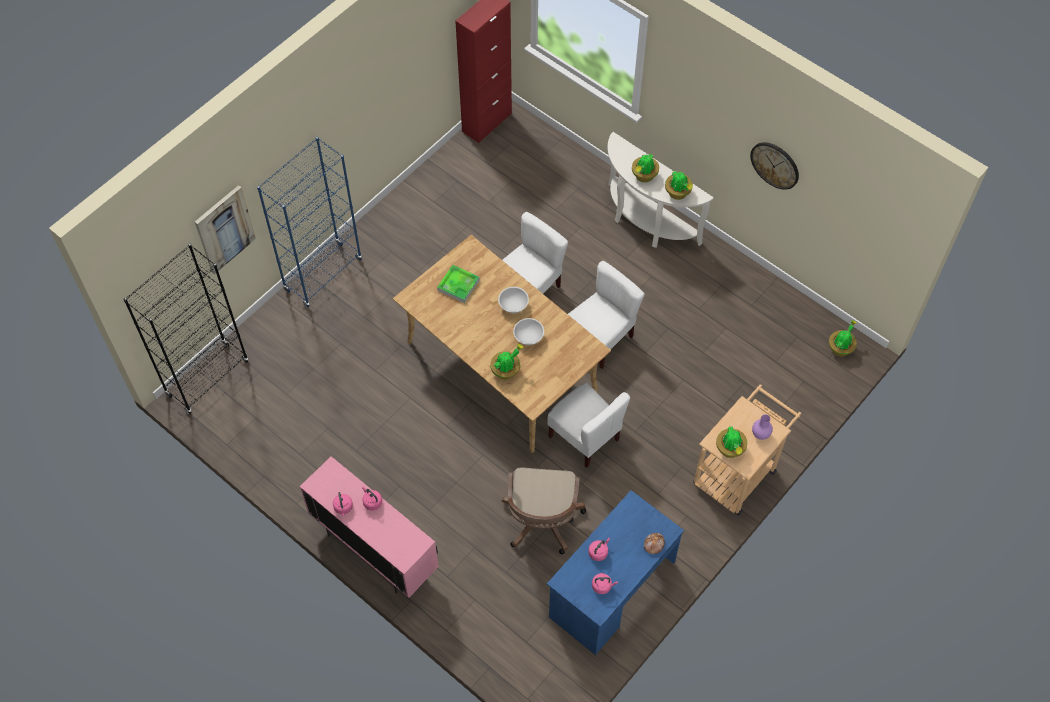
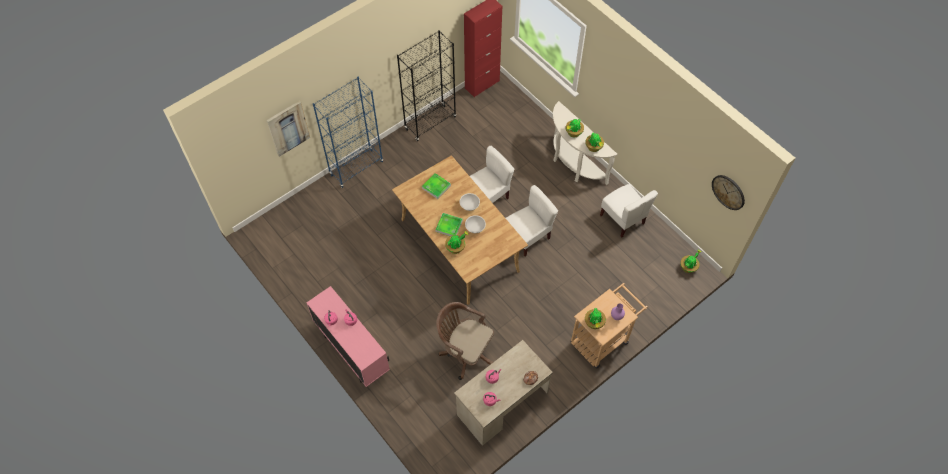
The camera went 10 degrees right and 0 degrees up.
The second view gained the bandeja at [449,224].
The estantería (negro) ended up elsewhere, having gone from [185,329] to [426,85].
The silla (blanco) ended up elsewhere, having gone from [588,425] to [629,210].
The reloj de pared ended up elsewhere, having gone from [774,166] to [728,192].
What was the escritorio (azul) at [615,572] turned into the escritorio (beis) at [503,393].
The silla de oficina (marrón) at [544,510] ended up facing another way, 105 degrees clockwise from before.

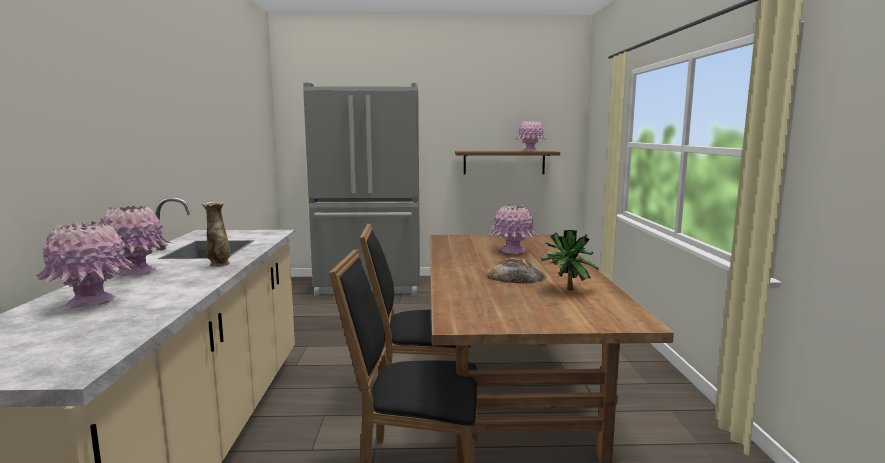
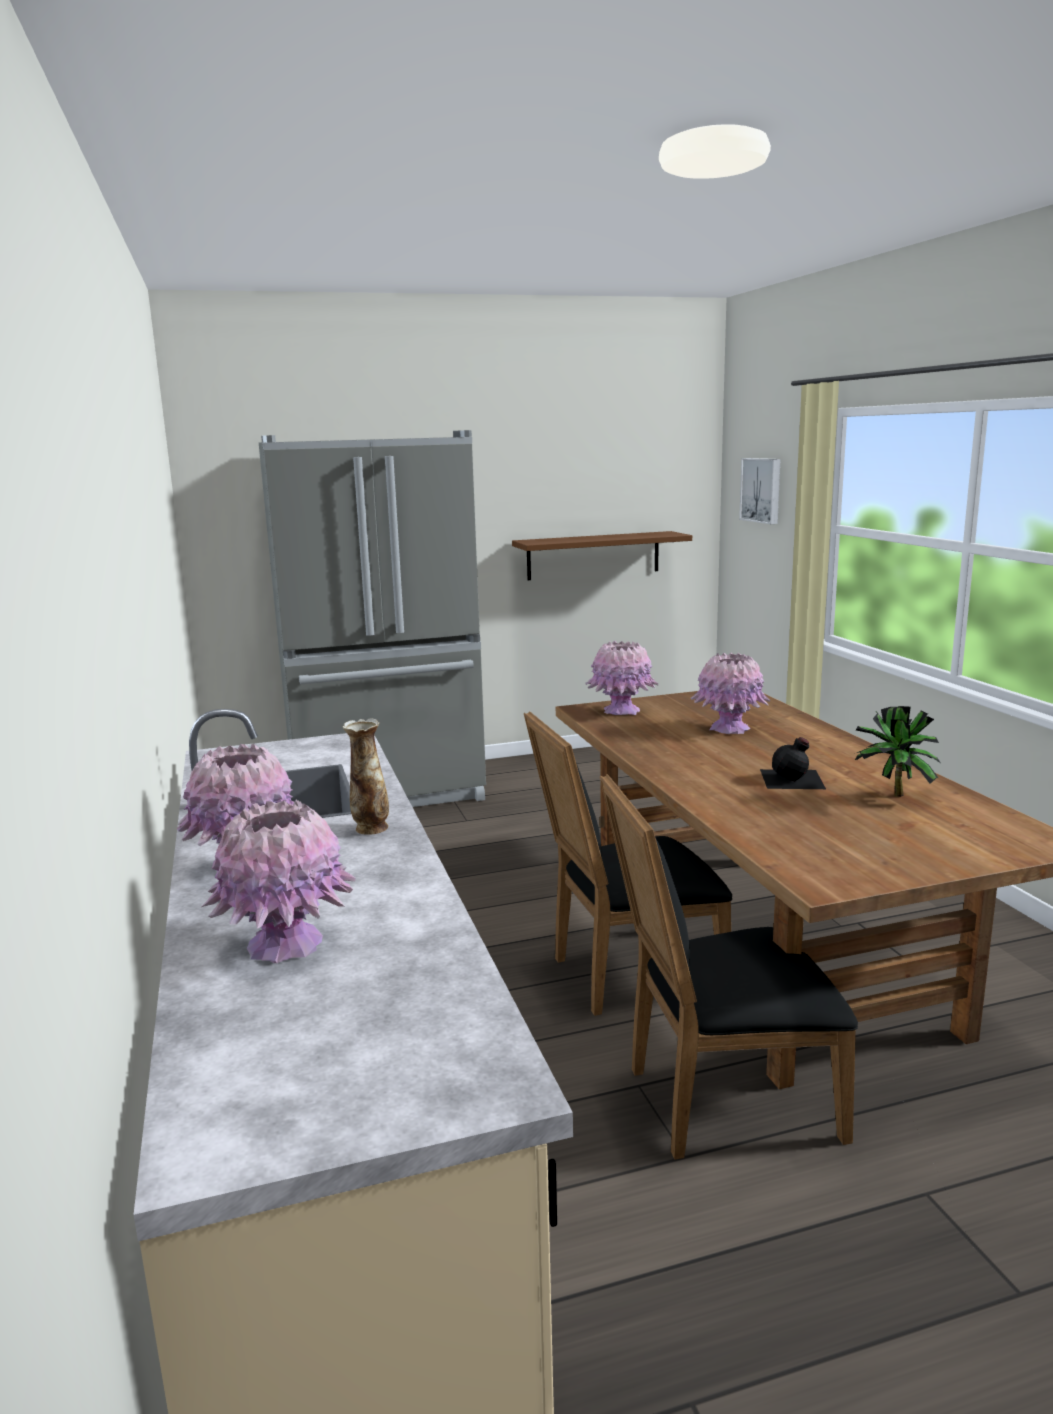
The camera went 15 degrees left and 5 degrees up.
The second view gained the cuadro at [759,491].
The florero (rosa) ended up elsewhere, having gone from [531,136] to [621,677].
Where the pan stood at [516,270], the botella (negro) came to stand at [793,763].

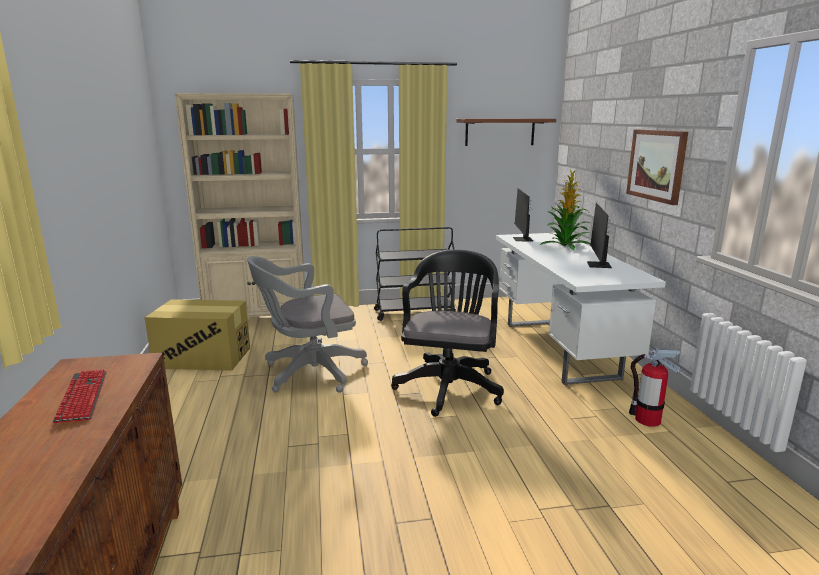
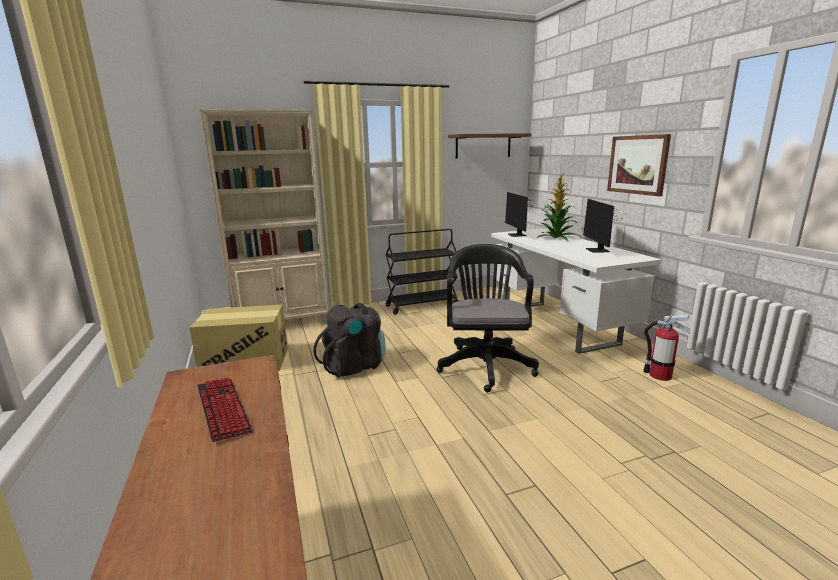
The camera went 10 degrees left and 0 degrees up.
Where the silla de oficina (gris) stood at [307,324], the mochila (negro) came to stand at [349,340].

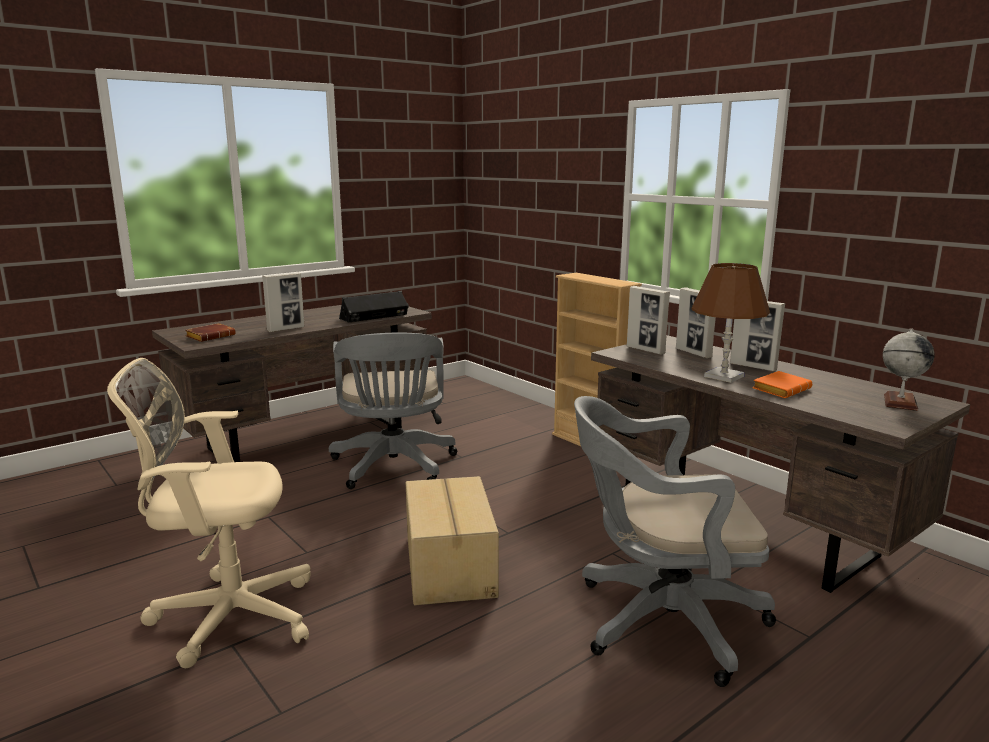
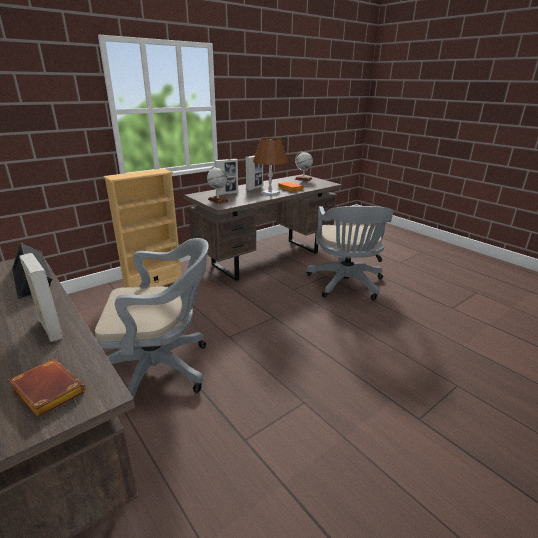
The camera went 90 degrees left and 10 degrees up.
The second view lost the silla de oficina (beis) at [208,513].
The second view lost the caja de cartón at [452,540].
Where the portarretratos stood at [648,320], the globo terráqueo came to stand at [218,185].

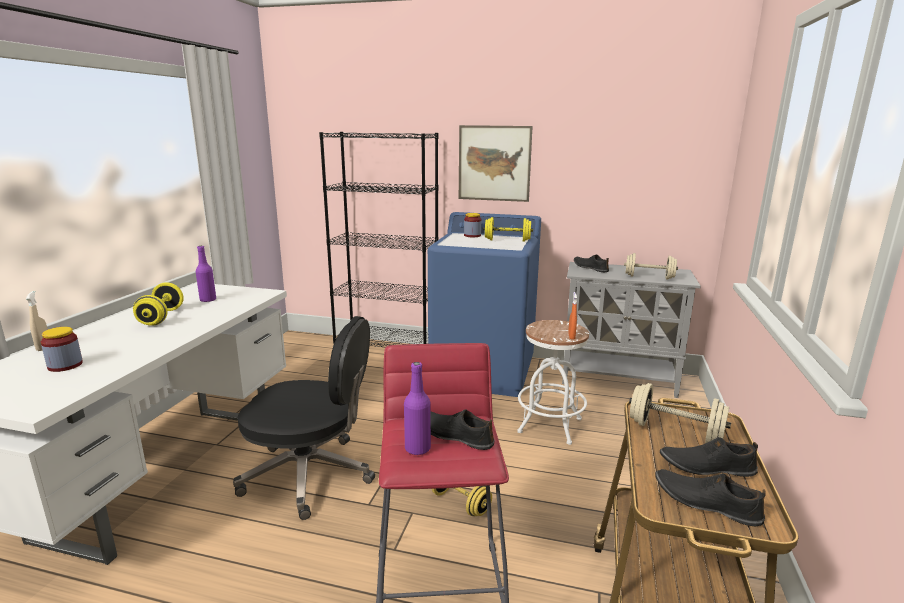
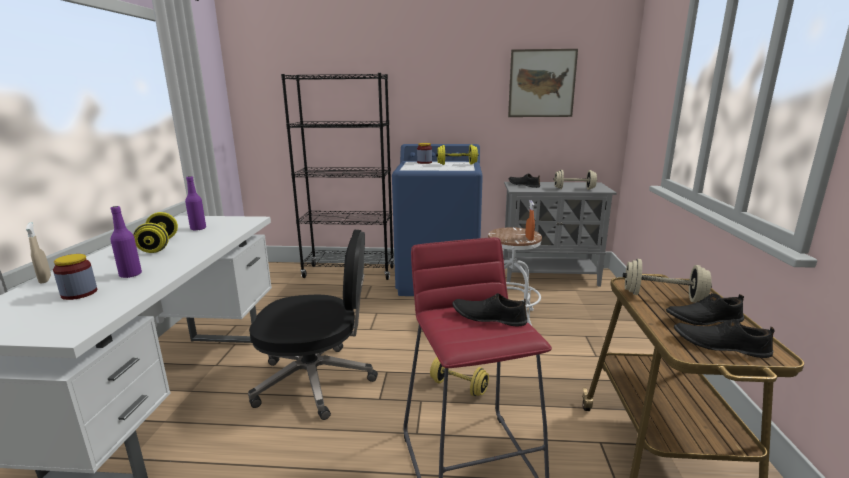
The camera went 10 degrees left and 0 degrees up.
The botella (morado) ended up elsewhere, having gone from [417,408] to [126,242].
The cuadro ended up elsewhere, having gone from [496,163] to [543,83].

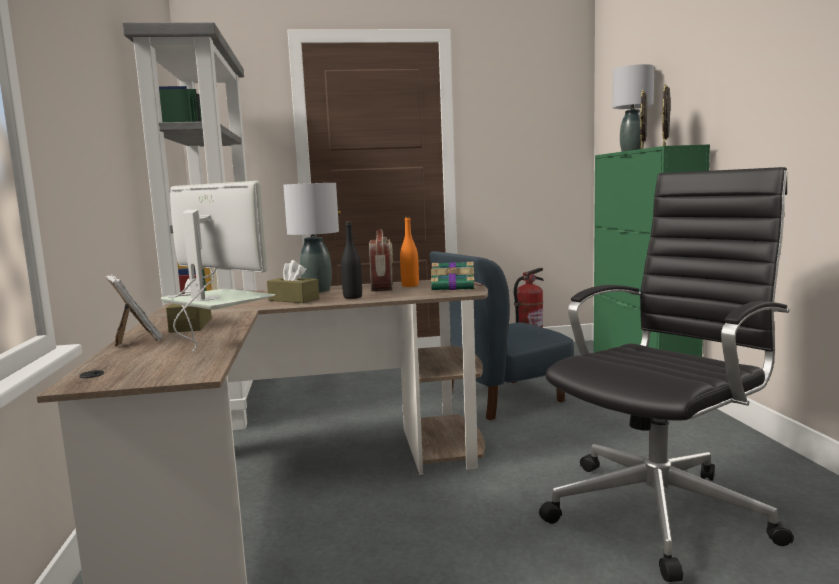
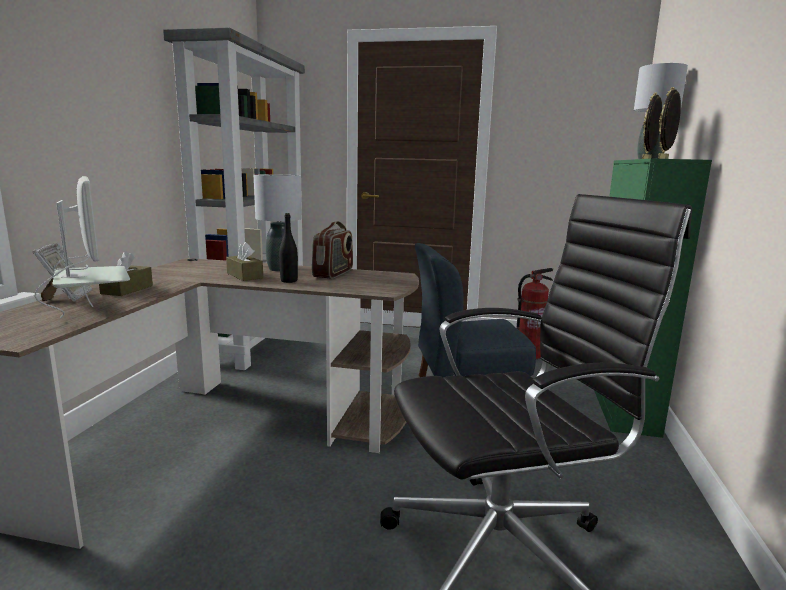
The camera went 20 degrees right and 5 degrees up.
The second view lost the botella (naranja) at [409,251].
The second view lost the libro at [456,276].

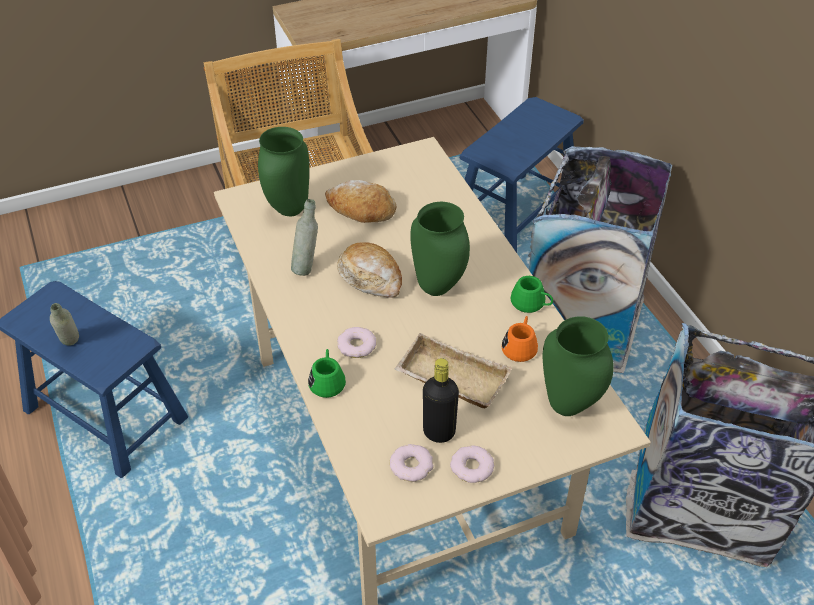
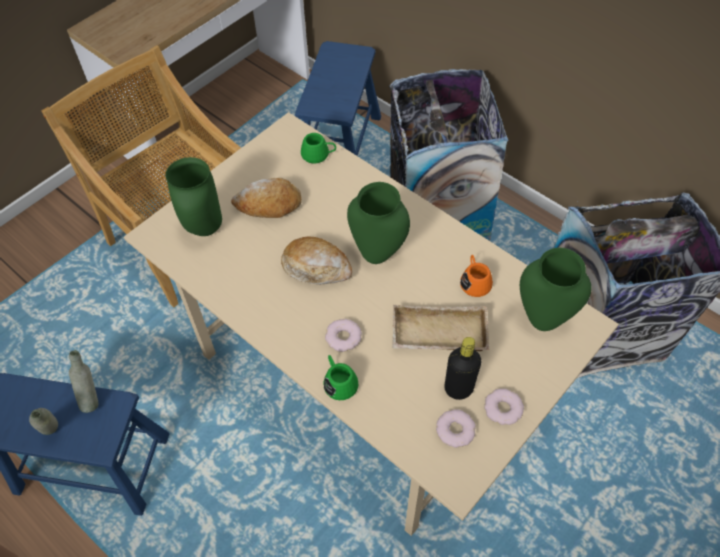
The camera went 25 degrees left and 10 degrees up.
The botella (gris) ended up elsewhere, having gone from [304,237] to [83,381].
The taza grande (verde) ended up elsewhere, having gone from [531,294] to [318,148].

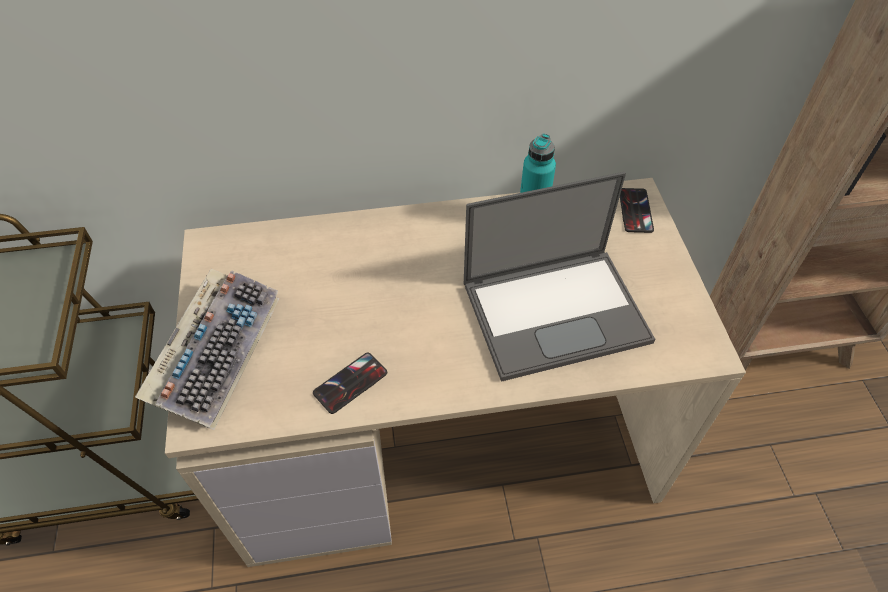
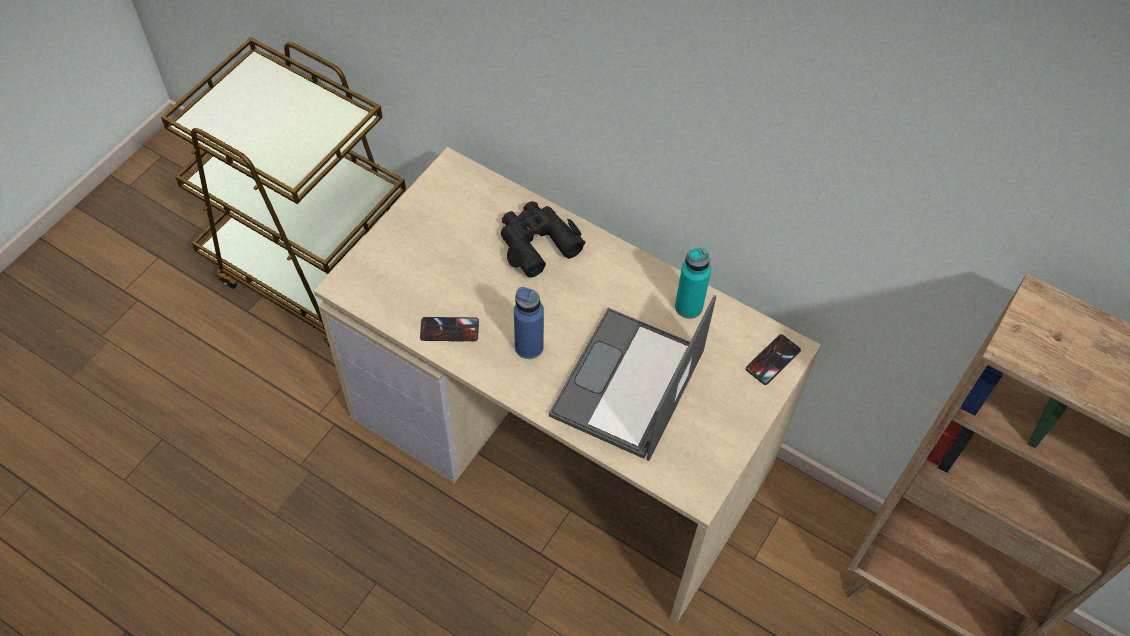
The camera went 40 degrees right and 5 degrees up.
The second view lost the teclado at [207,349].
The second view gained the prismáticos (negro) at [543,239].
The second view gained the botella (azul) at [529,323].
The portátil at [559,277] ended up facing another way, 90 degrees clockwise from before.

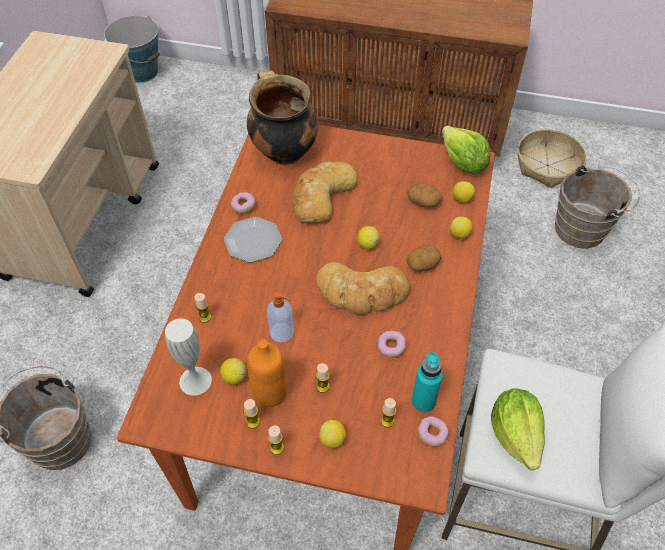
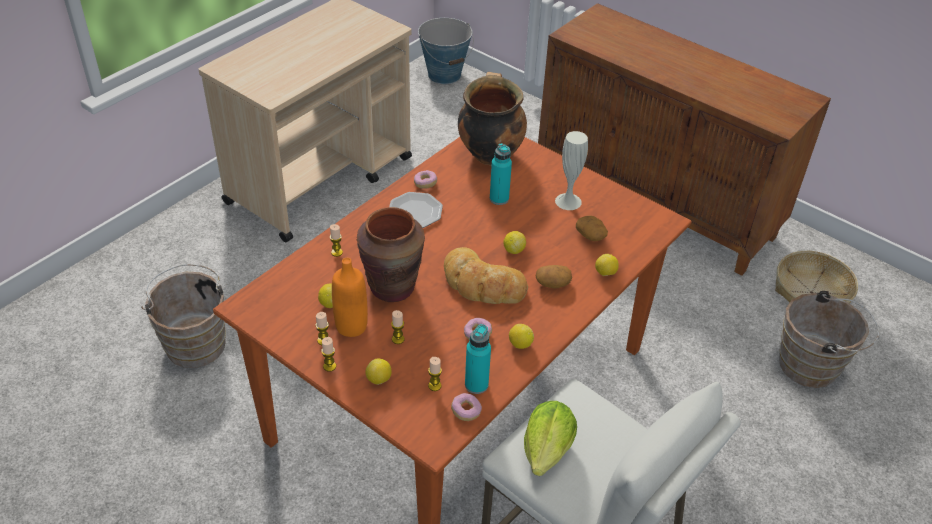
The camera went 25 degrees right and 10 degrees down.
The second view lost the lechuga at [466,150].
The florero (blanco) ended up elsewhere, having gone from [188,357] to [571,170].
The limón ended up elsewhere, having gone from [464,192] to [521,336].
Where the dispensador de jabón stood at [280,317], the florero (marrón) came to stand at [391,254].
Where the pan stood at [324,192], the botella (turquesa) came to stand at [501,174].

